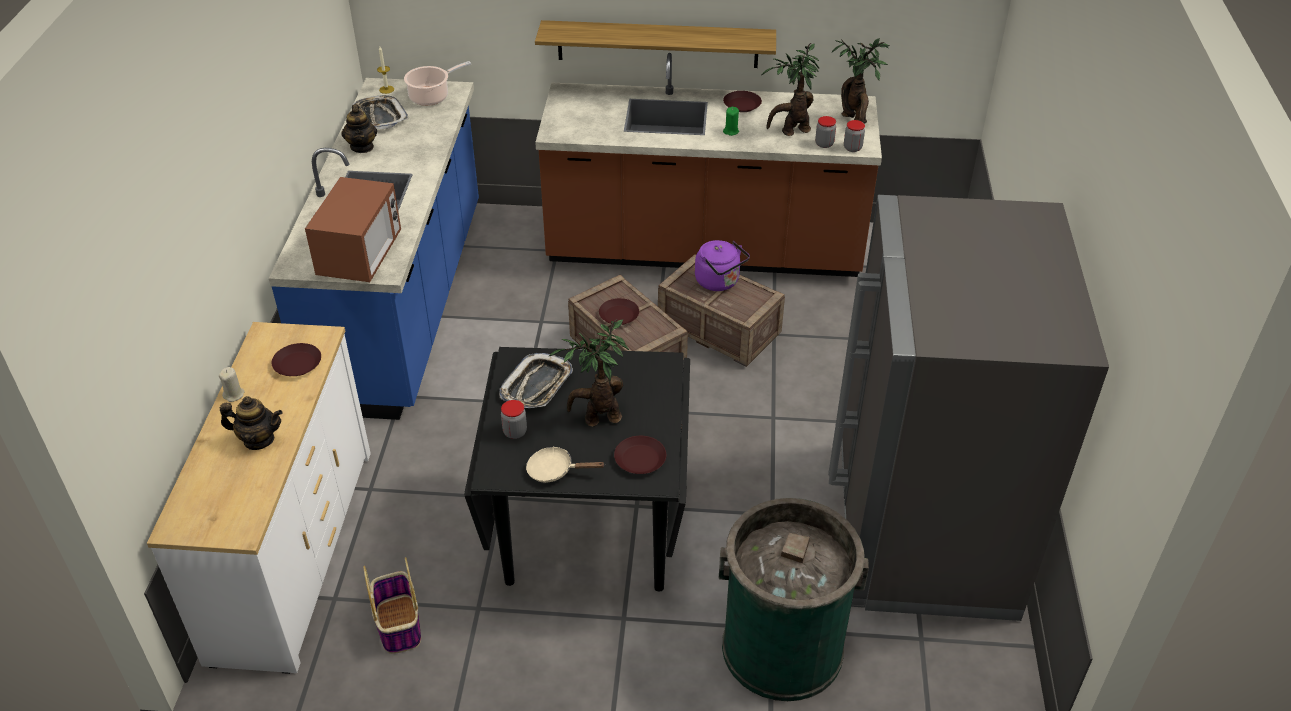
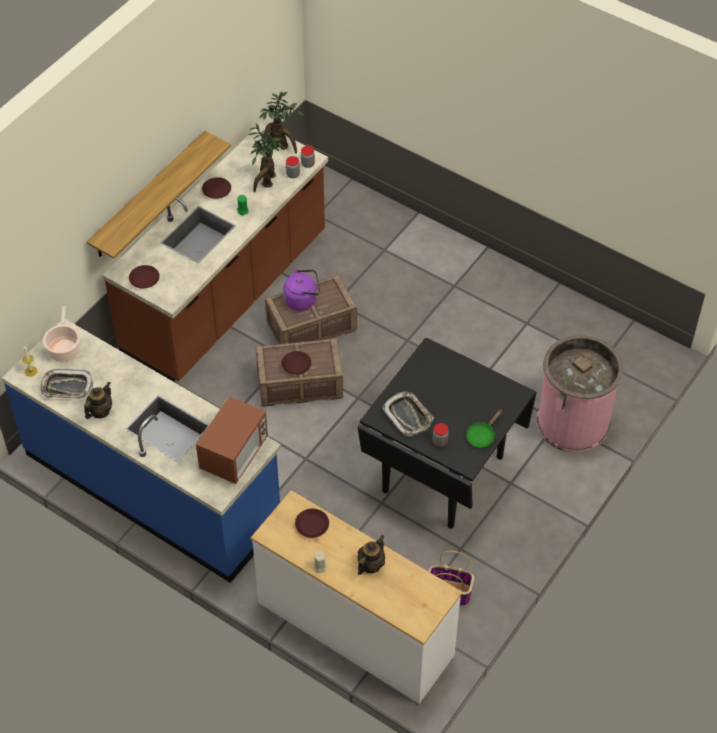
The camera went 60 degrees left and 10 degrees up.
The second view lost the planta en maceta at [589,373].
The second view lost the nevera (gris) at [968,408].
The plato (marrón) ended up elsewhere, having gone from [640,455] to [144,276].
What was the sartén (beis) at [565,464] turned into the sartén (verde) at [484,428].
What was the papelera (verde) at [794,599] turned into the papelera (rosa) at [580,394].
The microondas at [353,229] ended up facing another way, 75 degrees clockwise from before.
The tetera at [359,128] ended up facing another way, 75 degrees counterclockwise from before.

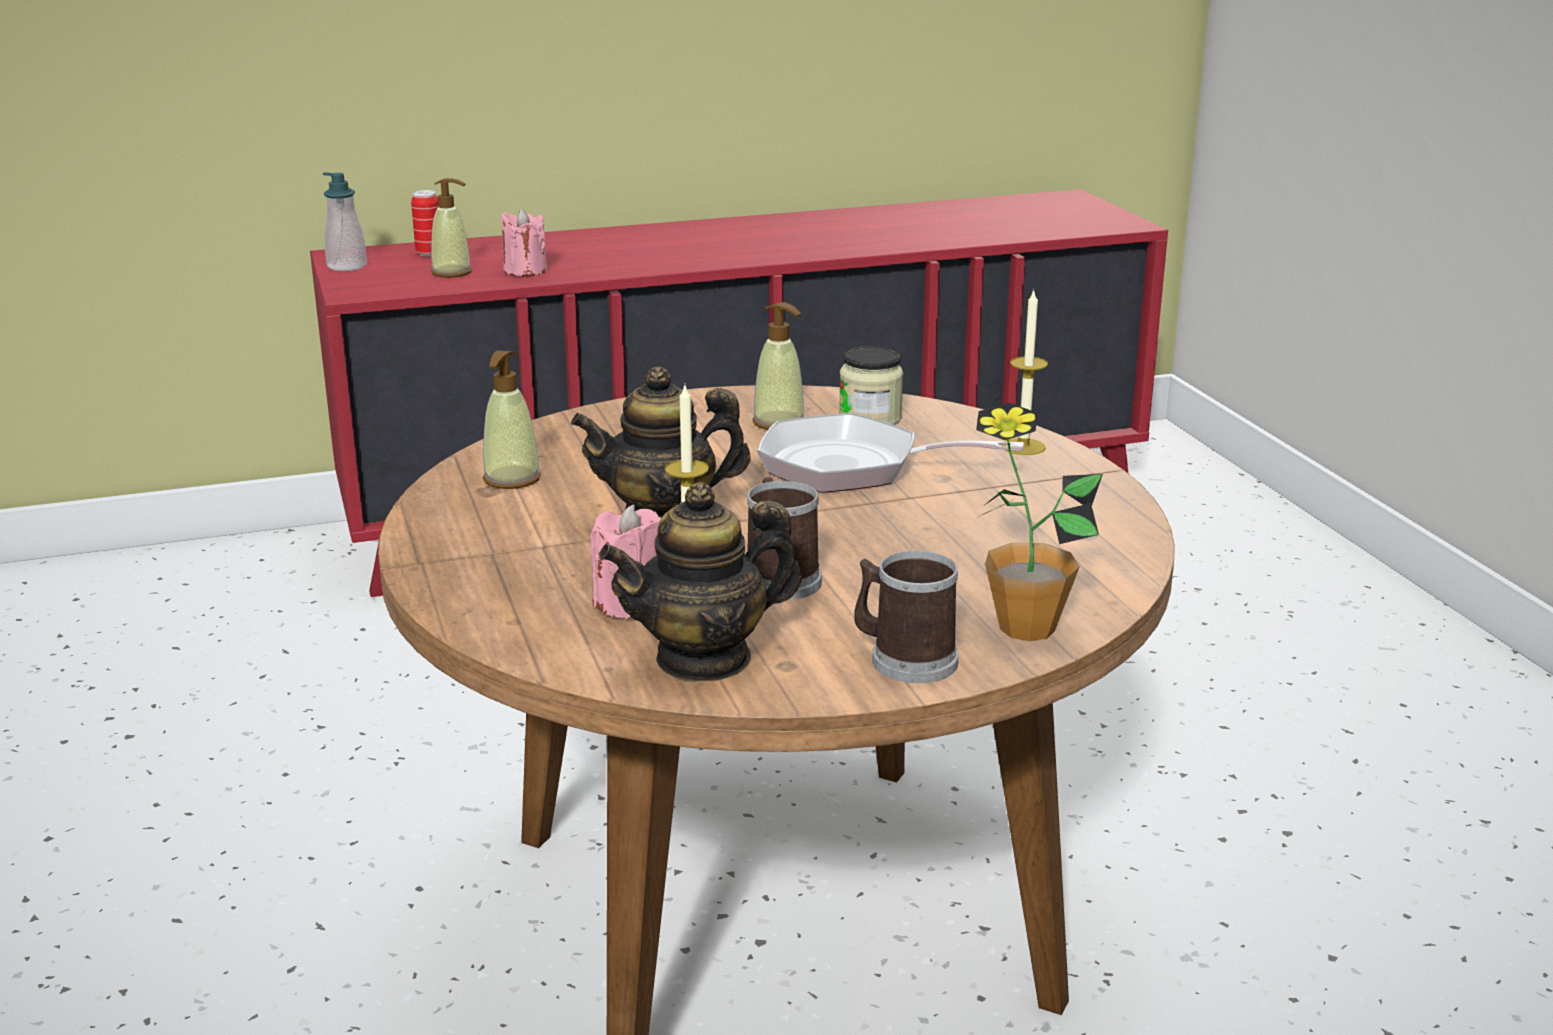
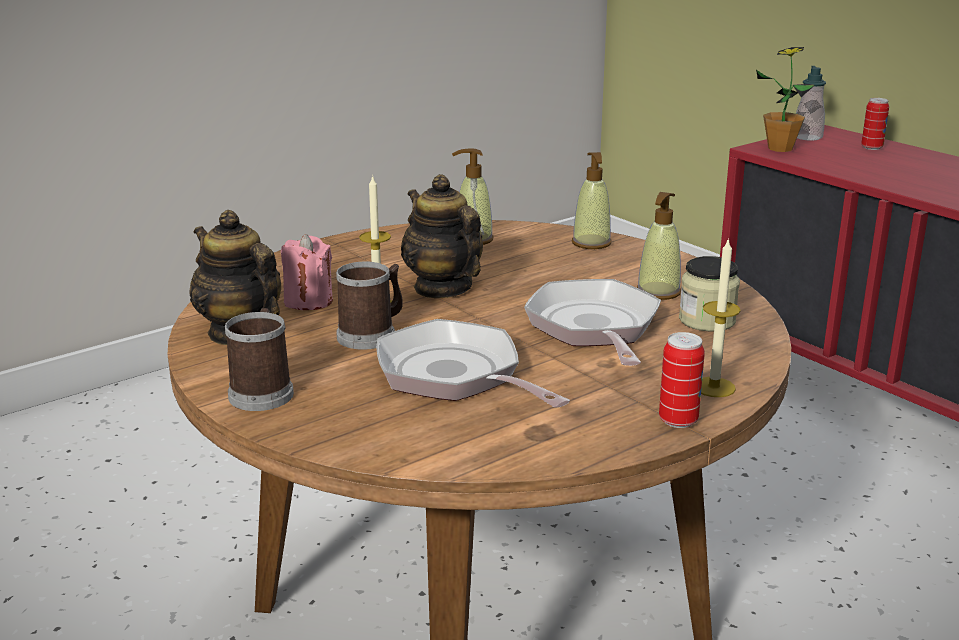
The camera went 70 degrees right and 0 degrees up.
The second view lost the vela (rosa) at [524,243].
The second view gained the sartén at [473,363].
The second view gained the lata at [682,380].
The dispensador de jabón ended up elsewhere, having gone from [451,228] to [591,200].
The planta en maceta ended up elsewhere, having gone from [1039,522] to [785,99].

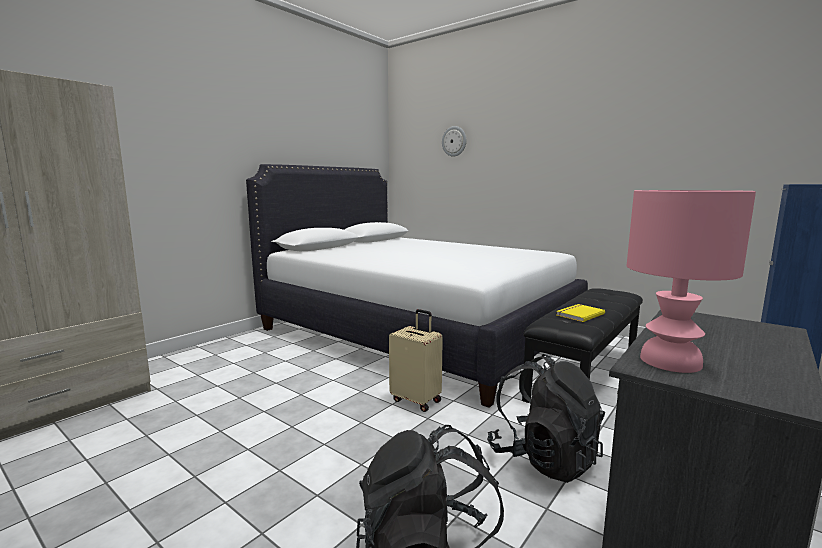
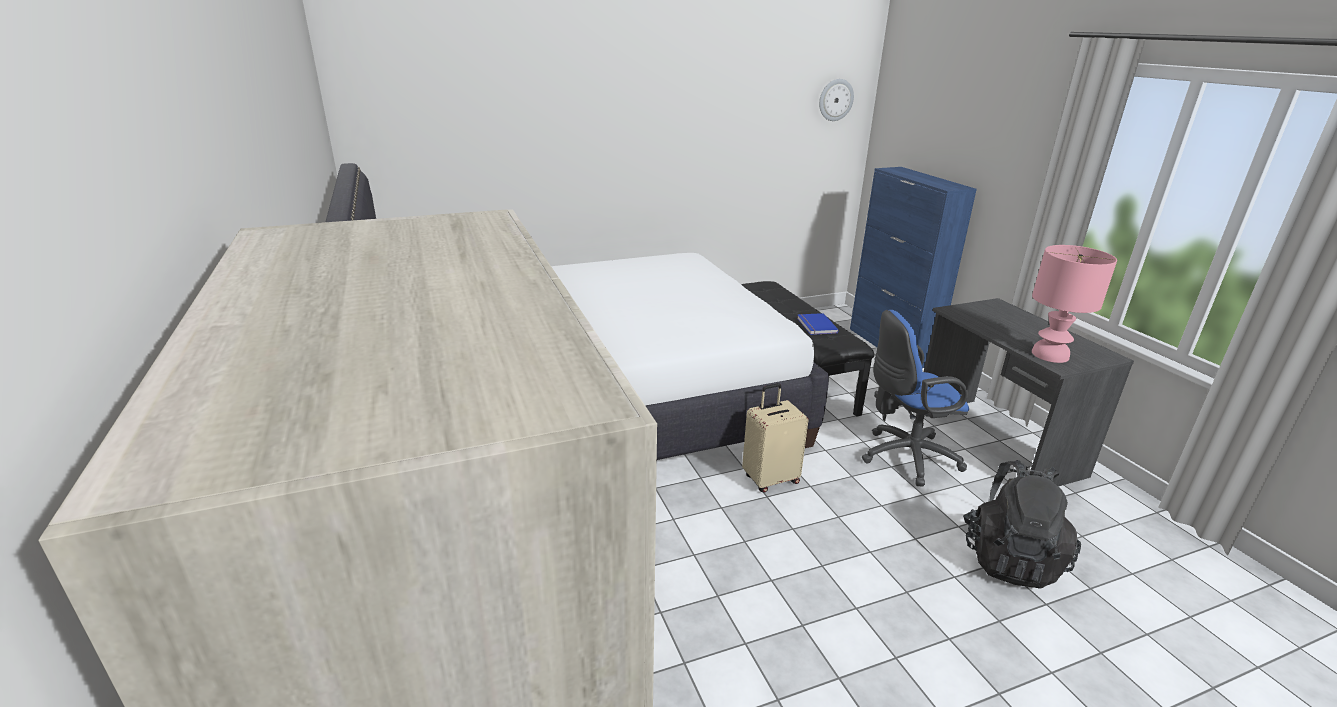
The camera went 60 degrees left and 15 degrees up.
The reloj de pared ended up elsewhere, having gone from [454,141] to [836,100].
Where the mochila (negro) stood at [546,418], the silla de oficina (azul) came to stand at [915,398].
What was the libro (amarillo) at [580,313] turned into the libro (azul) at [818,324].

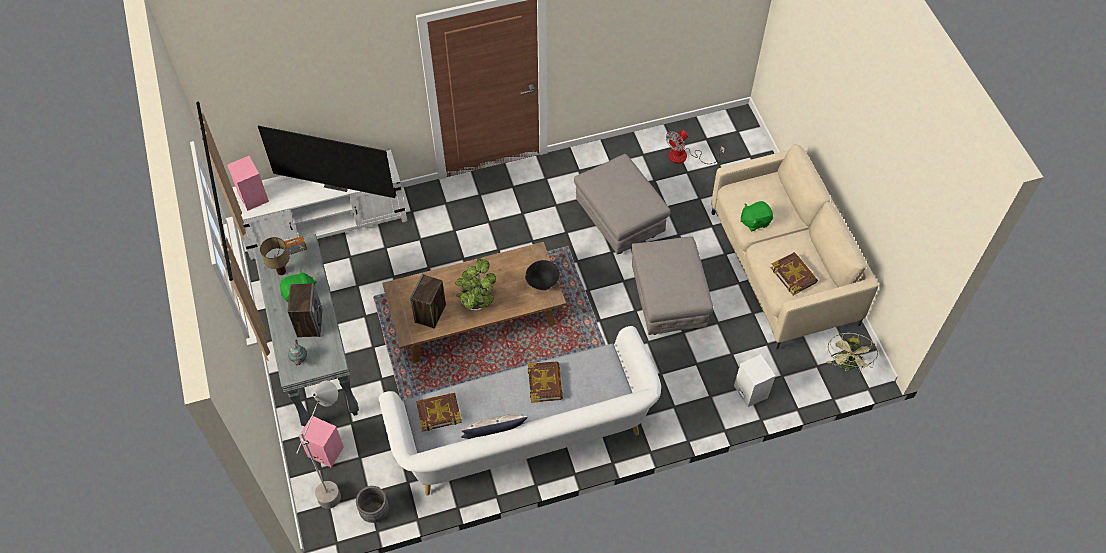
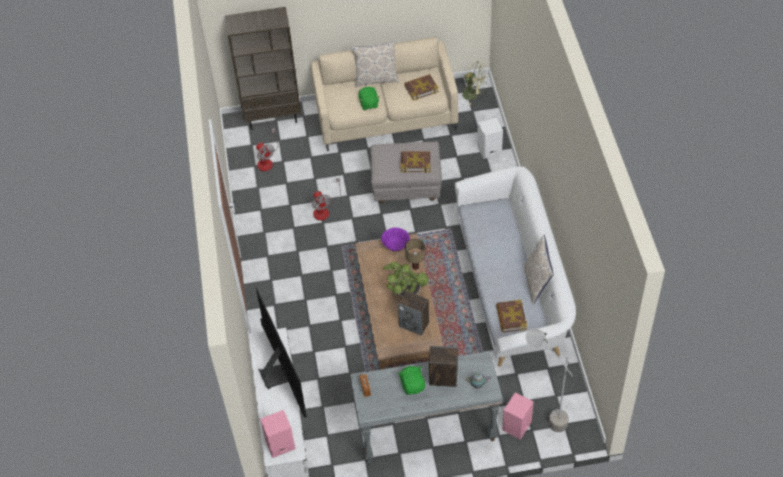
The camera went 80 degrees left and 5 degrees down.
The second view lost the maceta (gris) at [372,504].
The second view gained the estantería (marrón) at [263,68].
The second view gained the cojín at [375,64].
The lámpara de mesa ended up elsewhere, having gone from [274,256] to [415,254].
The libro ended up elsewhere, having gone from [545,382] to [415,162].
Where the puf (gris) stood at [622,204], the ventilador came to stand at [326,199].
What was the cuenco (negro) at [542,275] turned into the cuenco (morado) at [395,239].
The televisor at [327,162] ended up facing another way, 45 degrees counterclockwise from before.

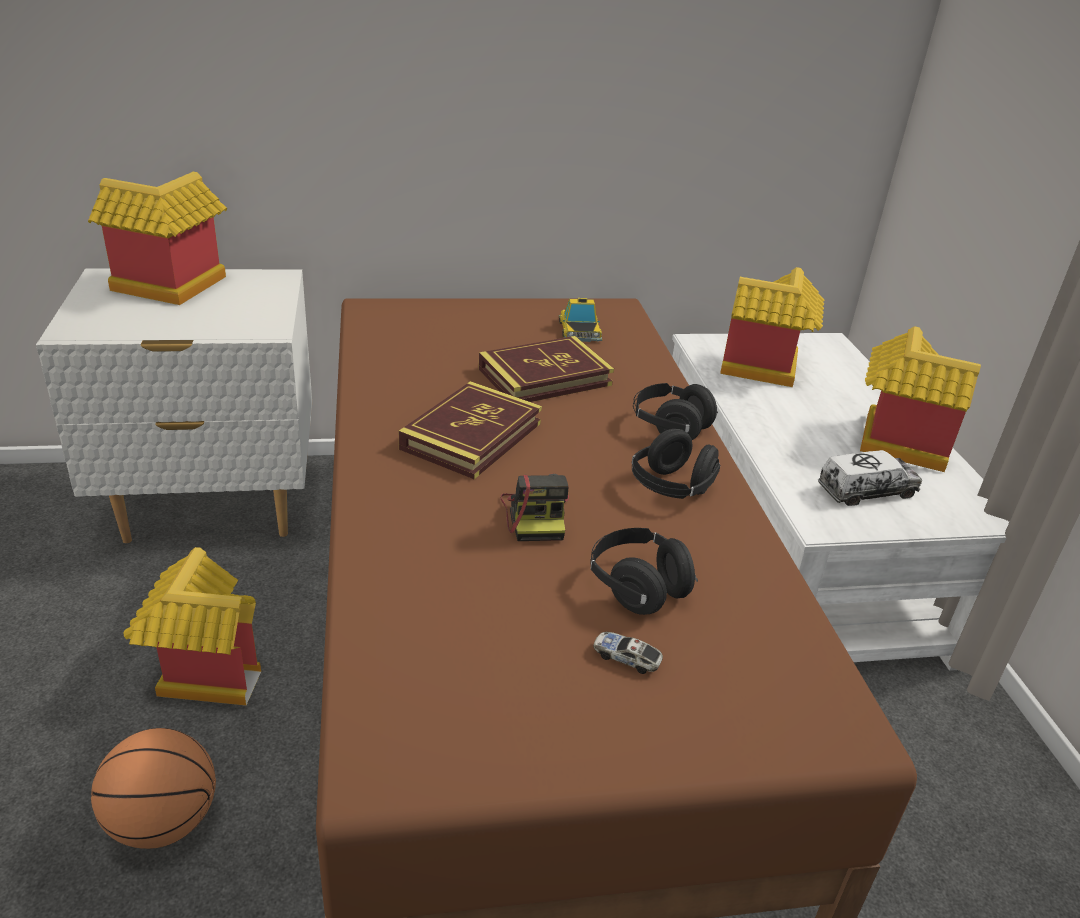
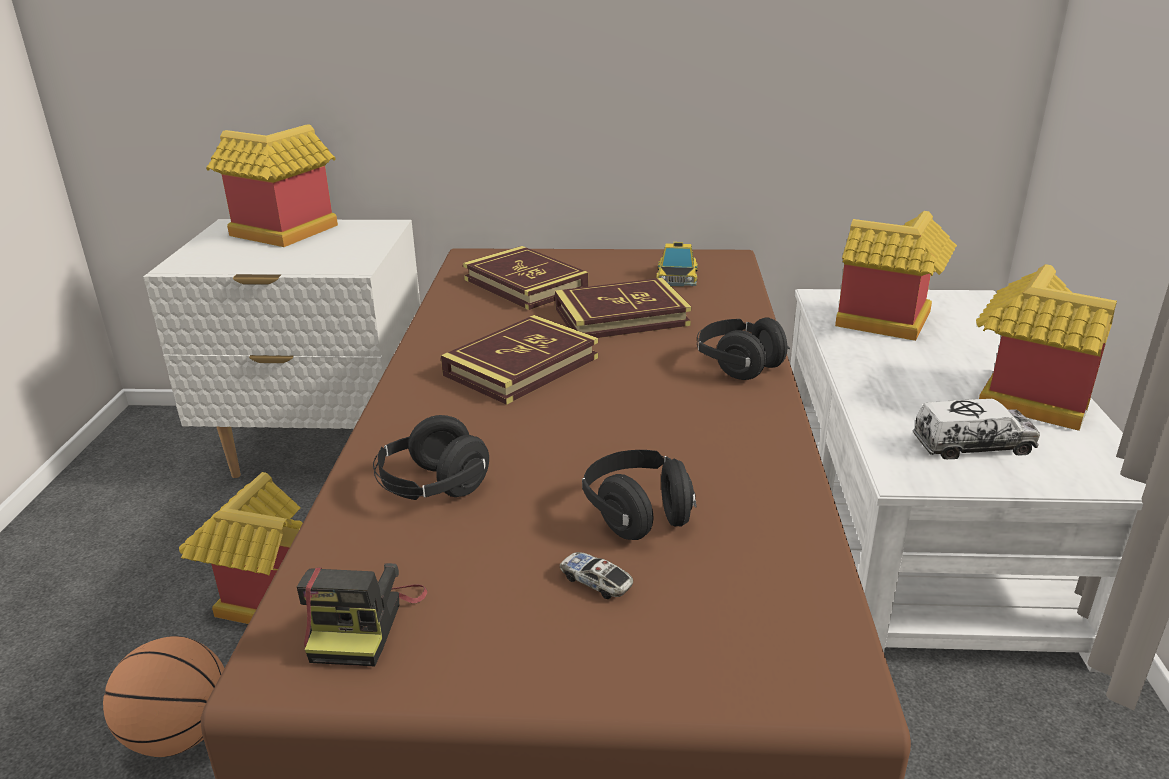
The camera went 15 degrees right and 5 degrees down.
The second view gained the libro at [526,278].
The cámara ended up elsewhere, having gone from [535,507] to [362,615].
The auriculares (negro) ended up elsewhere, having gone from [676,464] to [431,457].

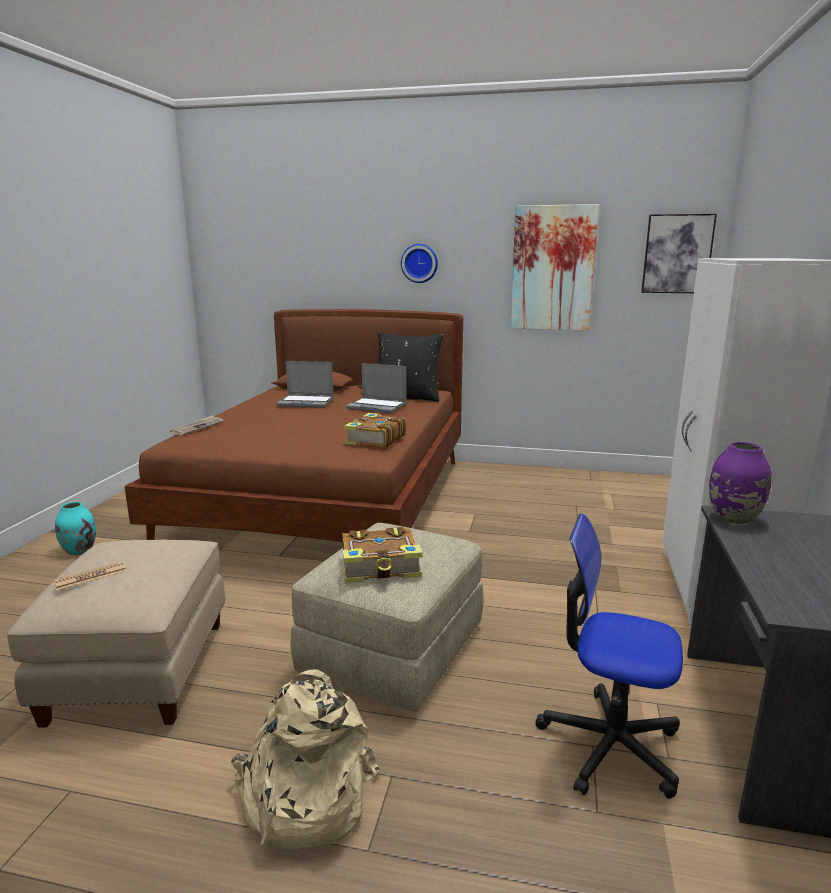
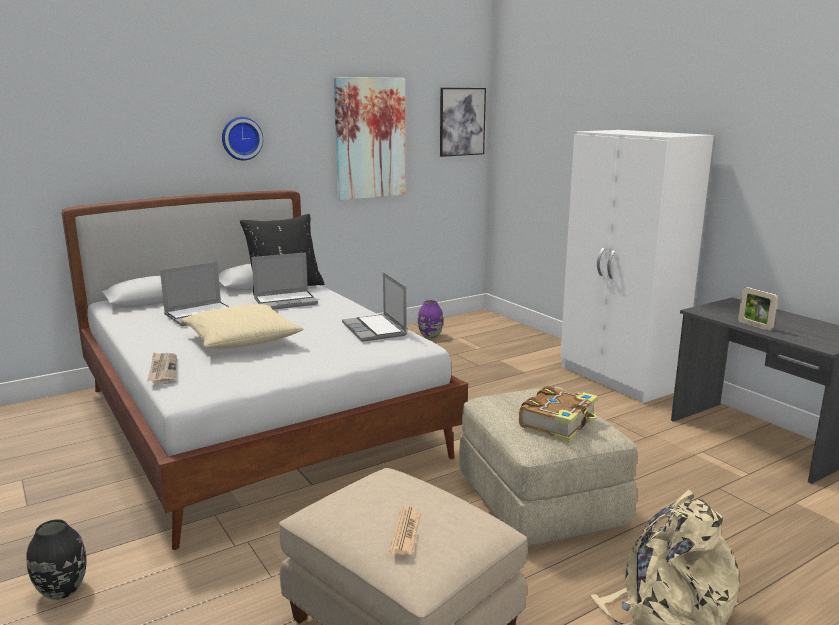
The camera went 45 degrees left and 0 degrees up.
The second view lost the silla de oficina at [609,656].
The second view gained the cojín (beis) at [242,326].
The second view gained the portarretratos at [758,308].
The florero (morado) ended up elsewhere, having gone from [740,483] to [430,319].
Where the libro stood at [375,430], the portátil came to stand at [374,307].
What was the florero (turquesa) at [75,528] turned into the florero (negro) at [56,559].
What was the cama (marrón) at [293,425] turned into the cama (blanco) at [265,370].

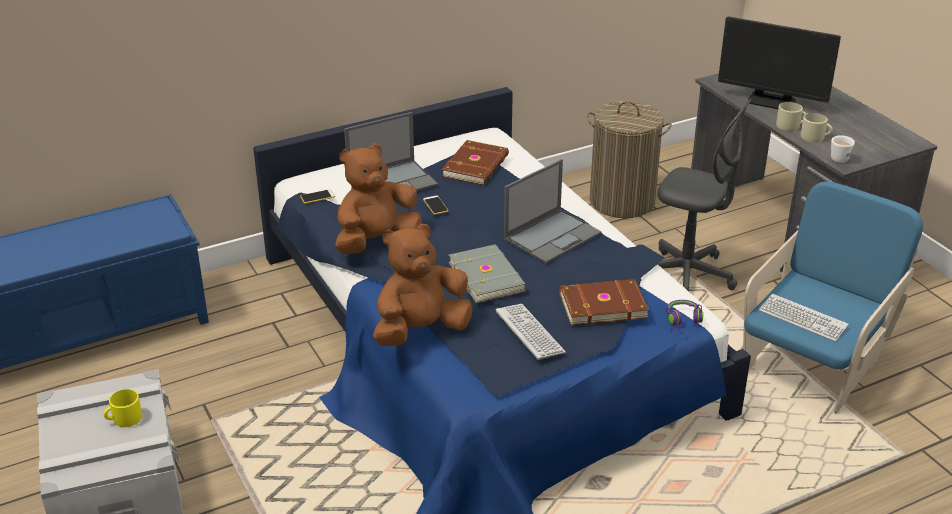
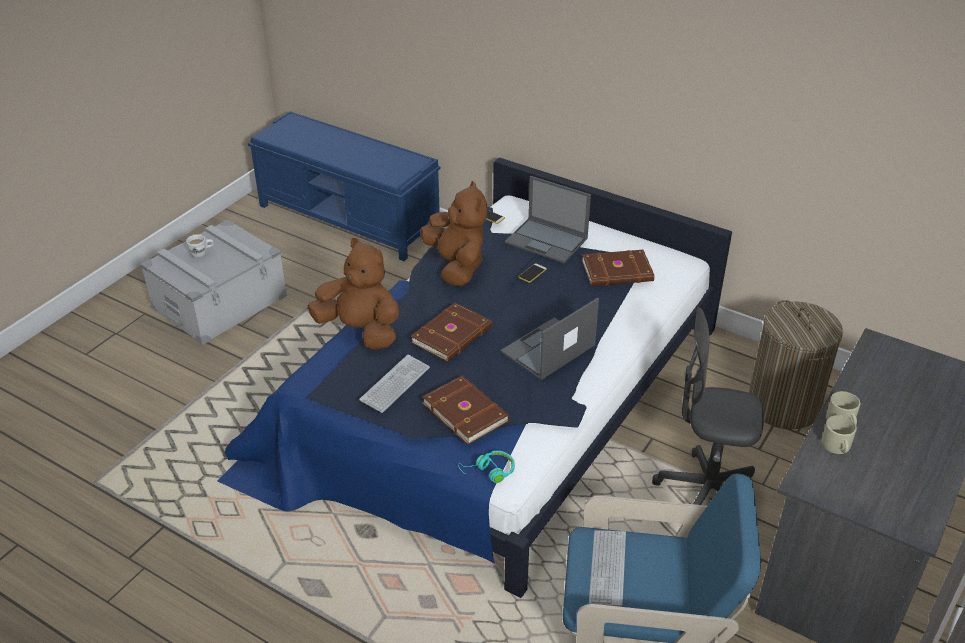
The camera went 60 degrees right and 5 degrees up.
The second view lost the taza grande (amarillo) at [123,408].
The second view lost the monitor at [779,62].
The taza grande (blanco) ended up elsewhere, having gone from [843,149] to [200,245].
What was the libro (gris) at [488,273] turned into the libro (marrón) at [451,332].
What was the auriculares (morado) at [684,317] turned into the auriculares (turquesa) at [486,467].
The peluche (marrón) at [378,198] ended up facing another way, 45 degrees clockwise from before.
The portátil at [552,211] ended up facing another way, 120 degrees clockwise from before.
The silla de oficina (gris) at [704,194] ended up facing another way, 105 degrees clockwise from before.

